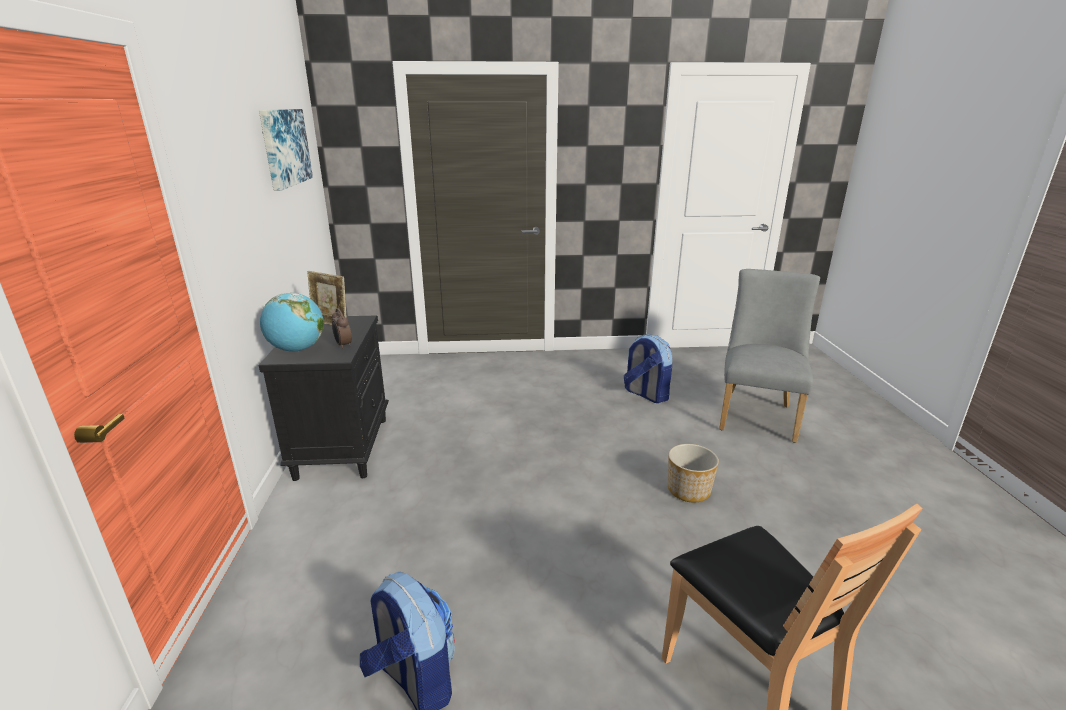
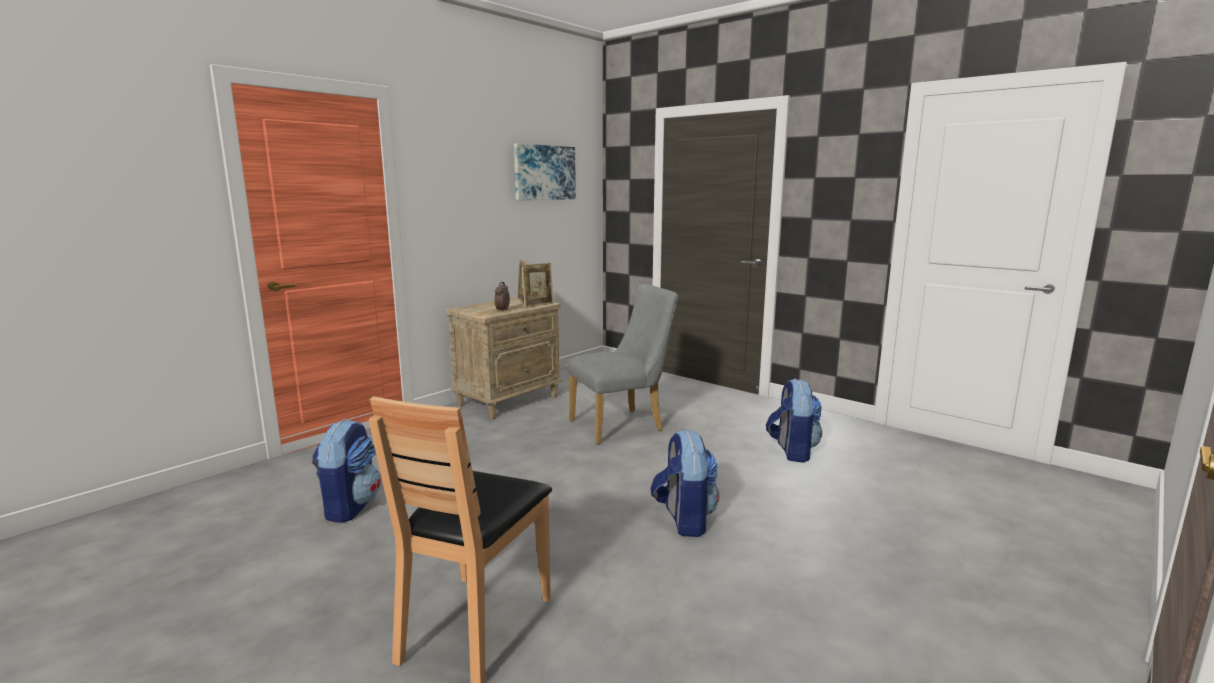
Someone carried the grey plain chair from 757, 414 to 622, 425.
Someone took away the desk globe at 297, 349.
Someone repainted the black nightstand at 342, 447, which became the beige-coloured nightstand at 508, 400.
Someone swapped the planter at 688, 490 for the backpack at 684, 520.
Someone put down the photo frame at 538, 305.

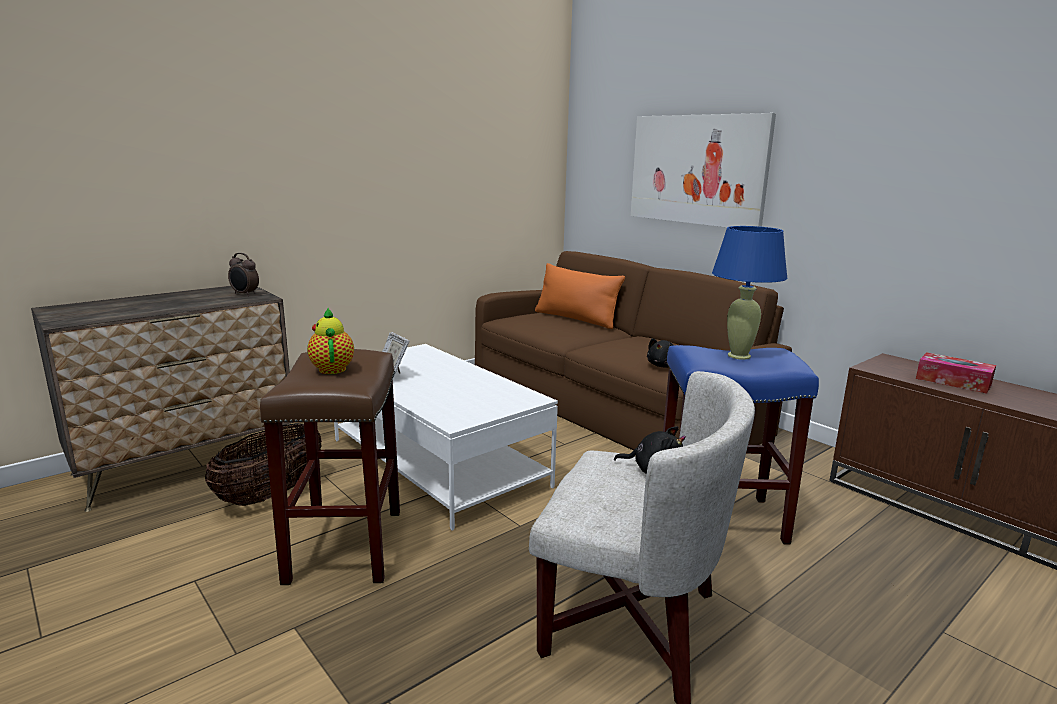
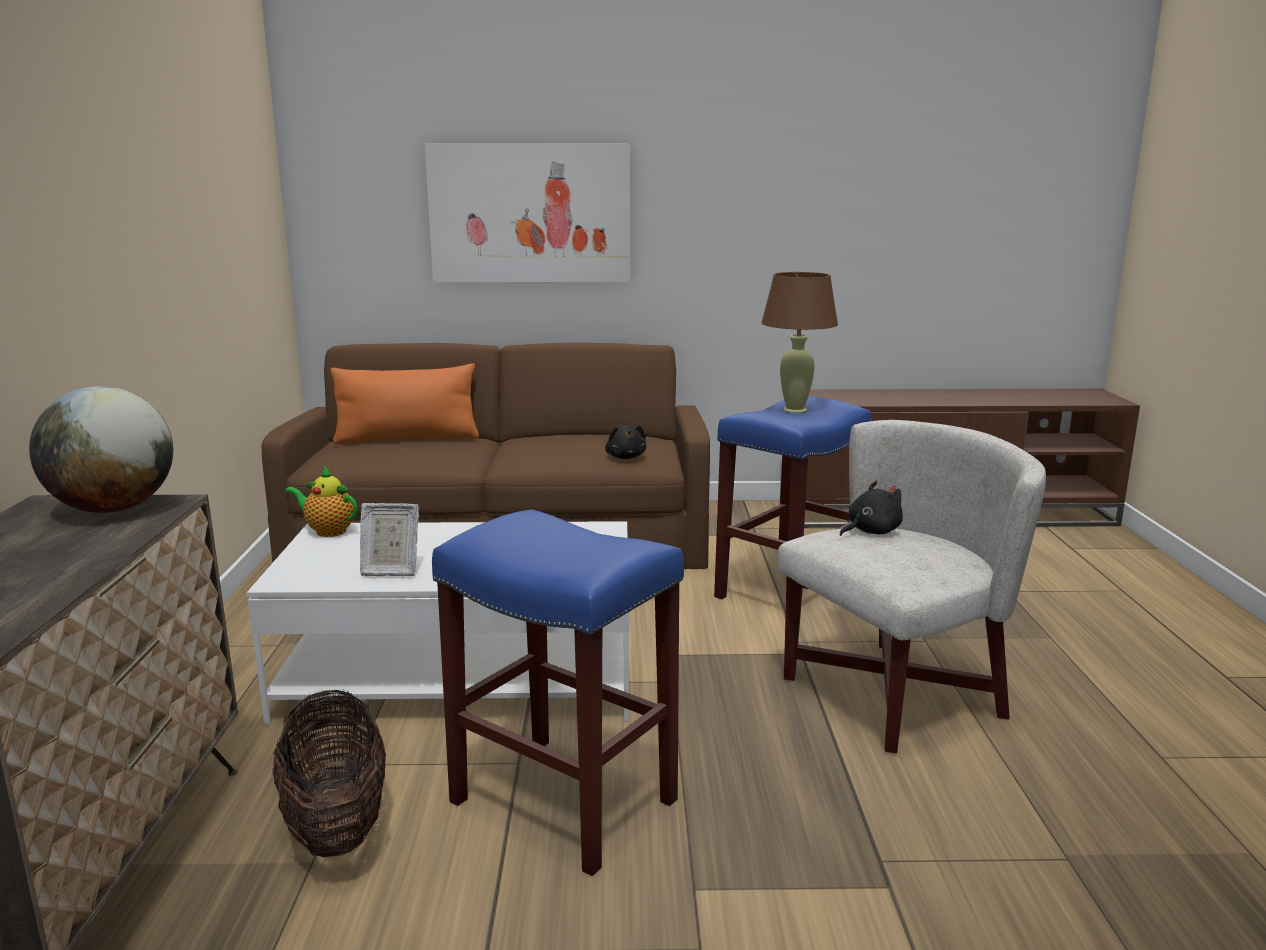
Someone repainted the blue-coloured tabletop lamp at 739, 356, which became the brownish tabletop lamp at 795, 410.
Someone swapped the table clock at 244, 294 for the desk globe at 114, 509.
Someone carried the tea pot from 332, 368 to 328, 531.
Someone repainted the brownish stool seat at 346, 546, which became the blue-coloured stool seat at 567, 801.
Someone took away the tissue box at 953, 381.

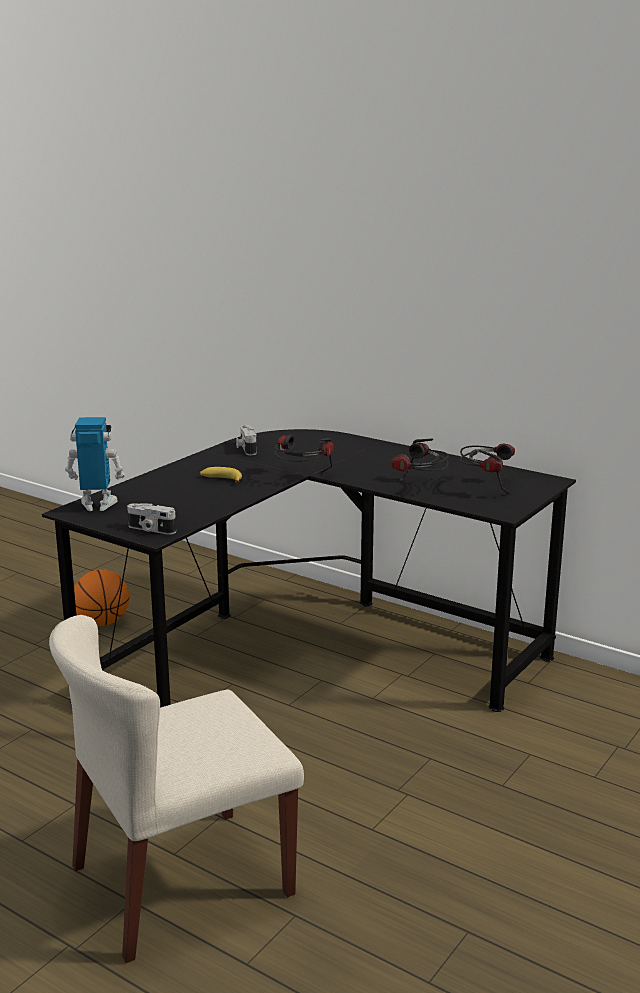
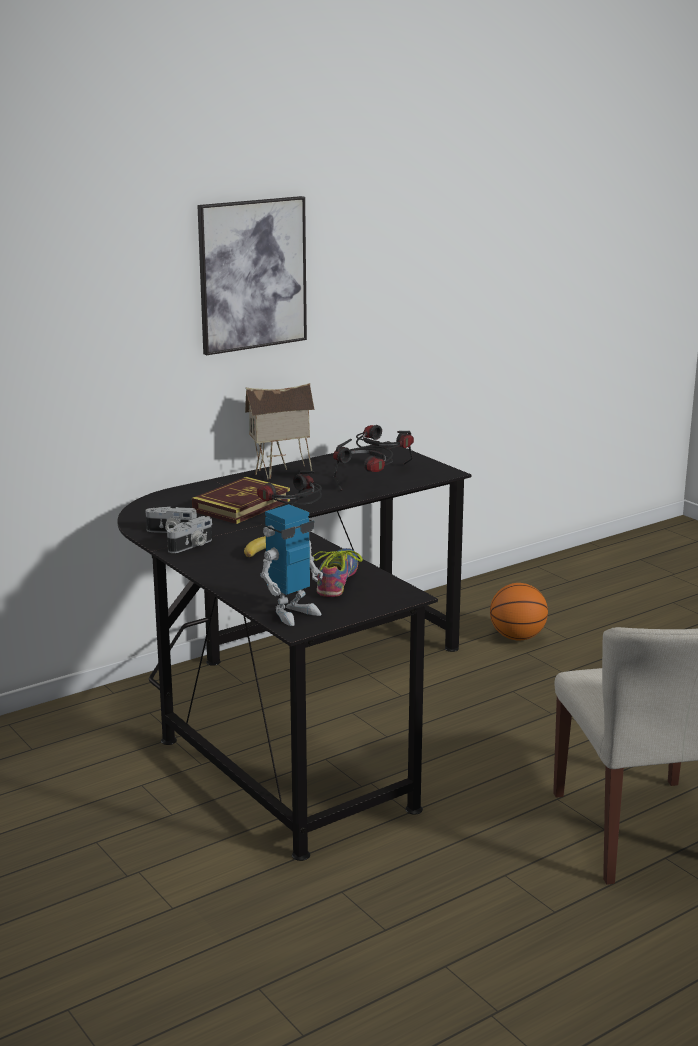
Someone rotated the robot figure at 97, 506 by 150 degrees counterclockwise.
Someone carried the still camera from 150, 530 to 192, 546.
Someone carried the basketball ball from 102, 622 to 517, 637.
Someone put up the wall picture at 252, 274.
Someone put down the miniature house at 281, 473.
Someone put down the bound book at 241, 506.
Someone put down the low shoe at 337, 579.

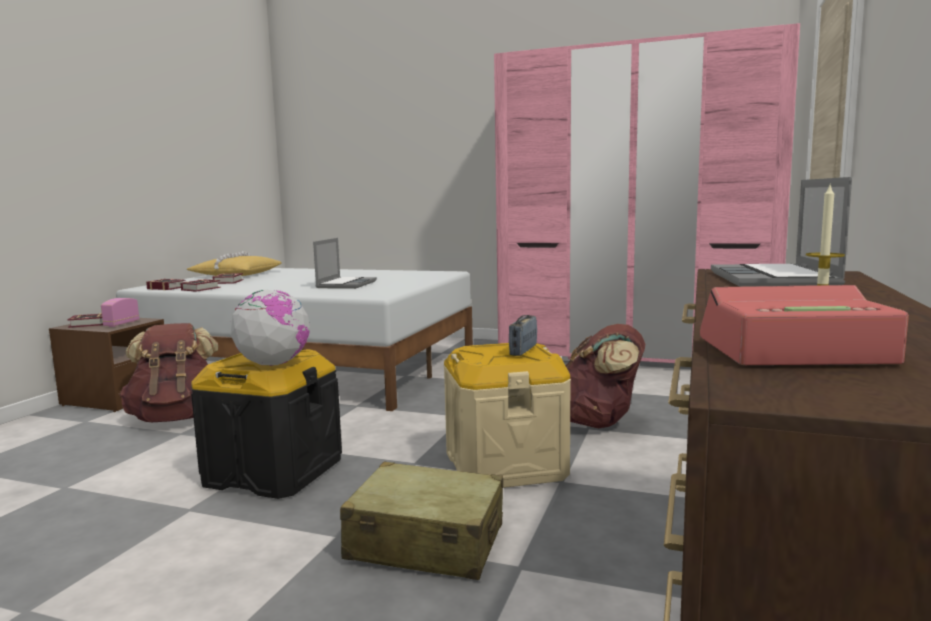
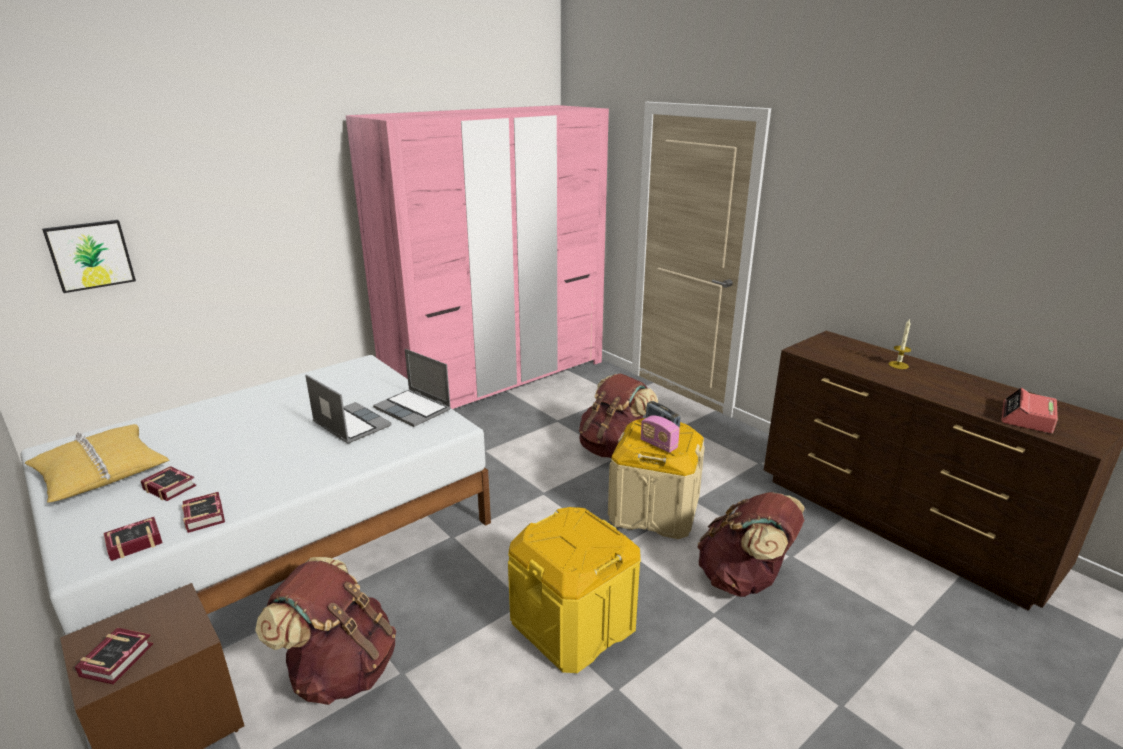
Someone carried the notebook computer from 774, 279 to 414, 409.
Someone took away the desk globe at 273, 364.
Someone carried the radio from 121, 324 to 658, 445.
Someone repainted the black storage box at 273, 472, which became the yellow storage box at 573, 624.
Someone swapped the beige-coloured travel case at 426, 542 for the brownish backpack at 744, 579.
Someone put up the wall picture at 90, 255.

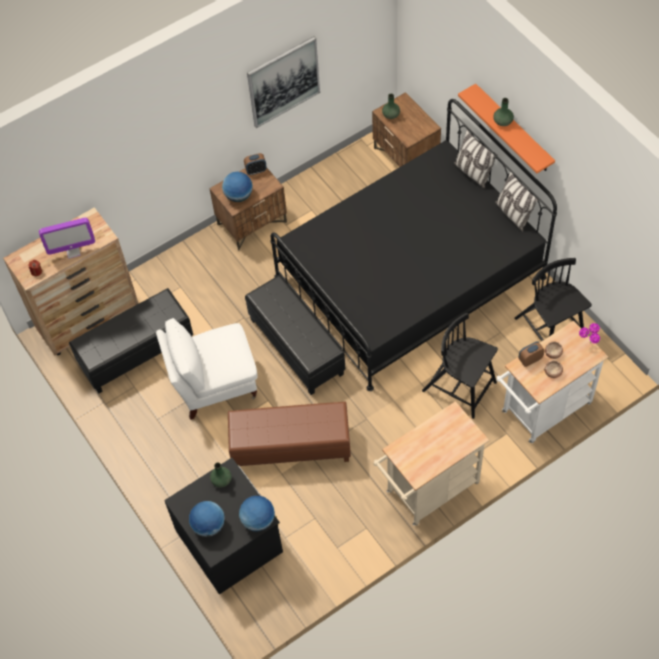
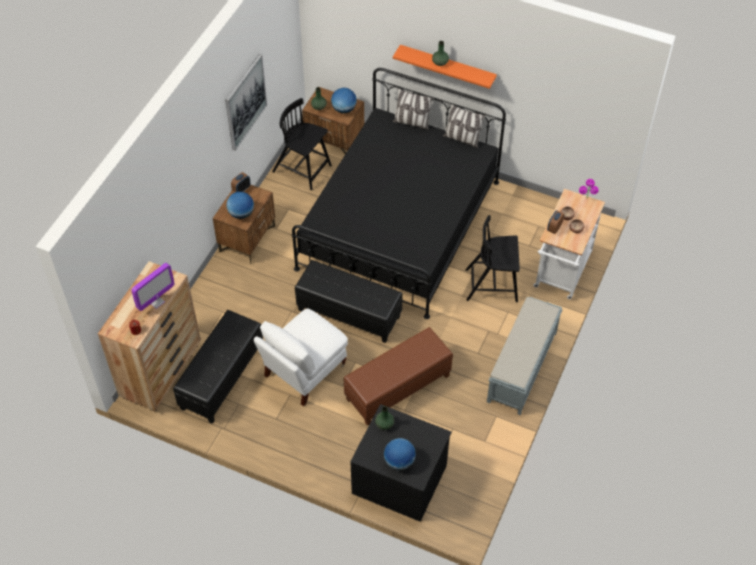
Someone carried the black plain chair from 550, 331 to 303, 169.
Someone swapped the beige-coloured trolley at 428, 491 for the grey long seat at 521, 368.
Someone carried the desk globe from 258, 520 to 344, 109.

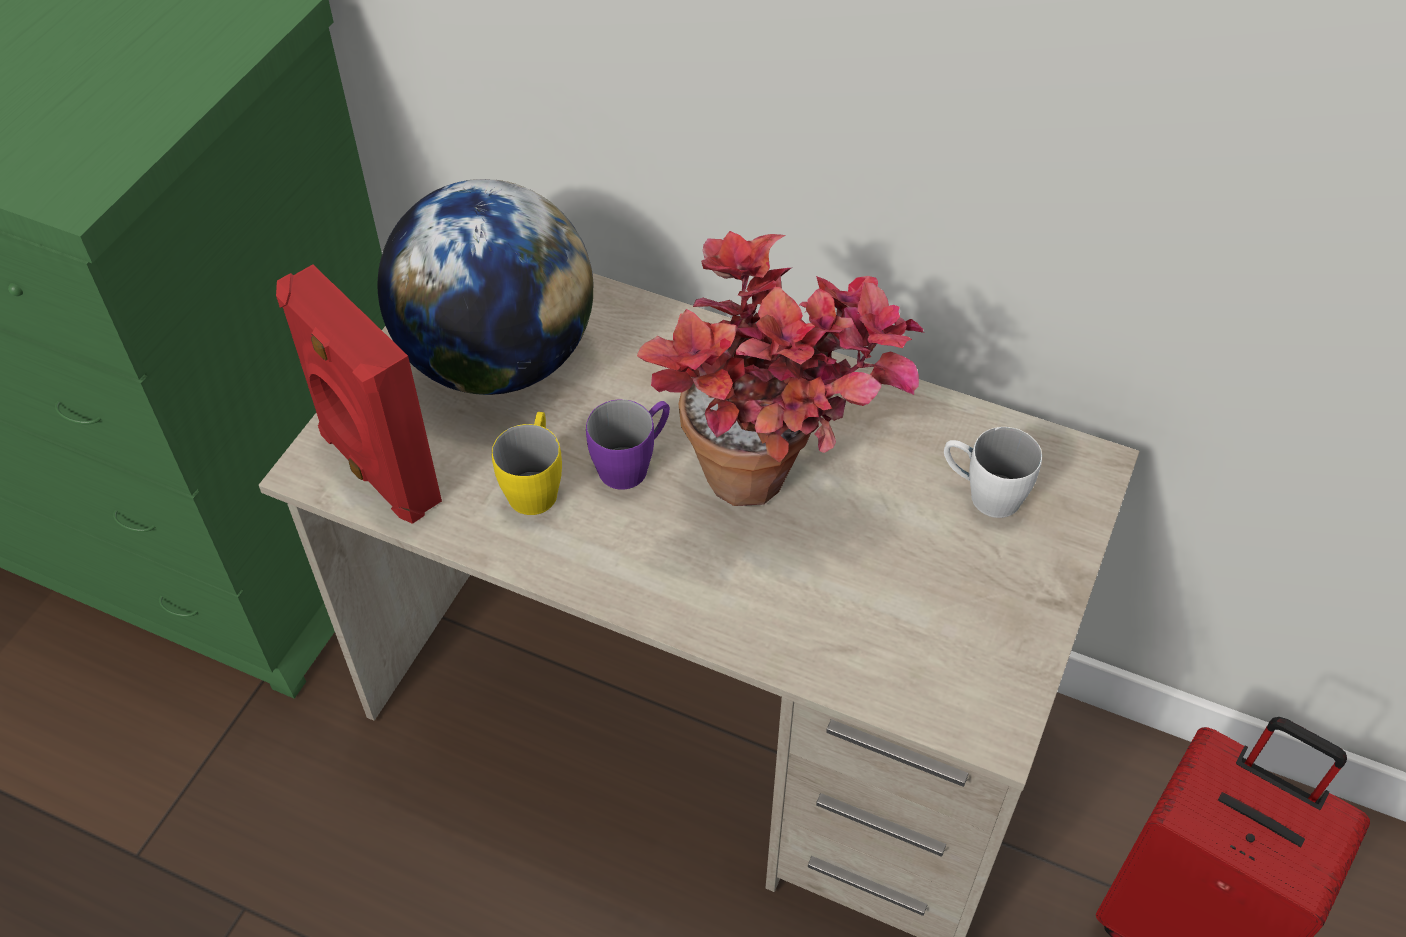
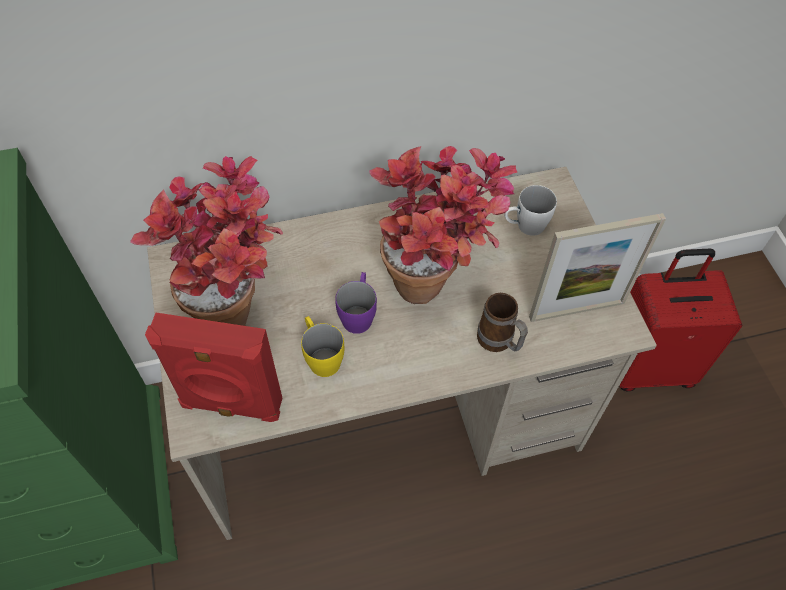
Someone swapped the desk globe at 497, 360 for the potted plant at 238, 305.
Someone put down the photo frame at 576, 310.
Someone put down the tea mug at 499, 343.

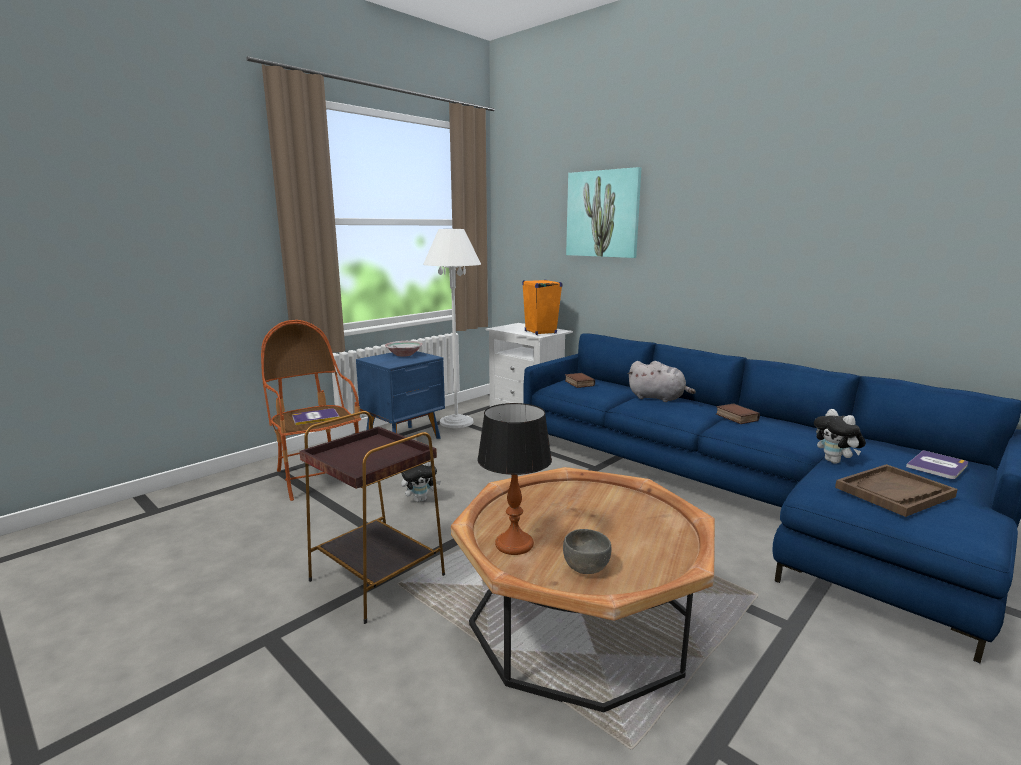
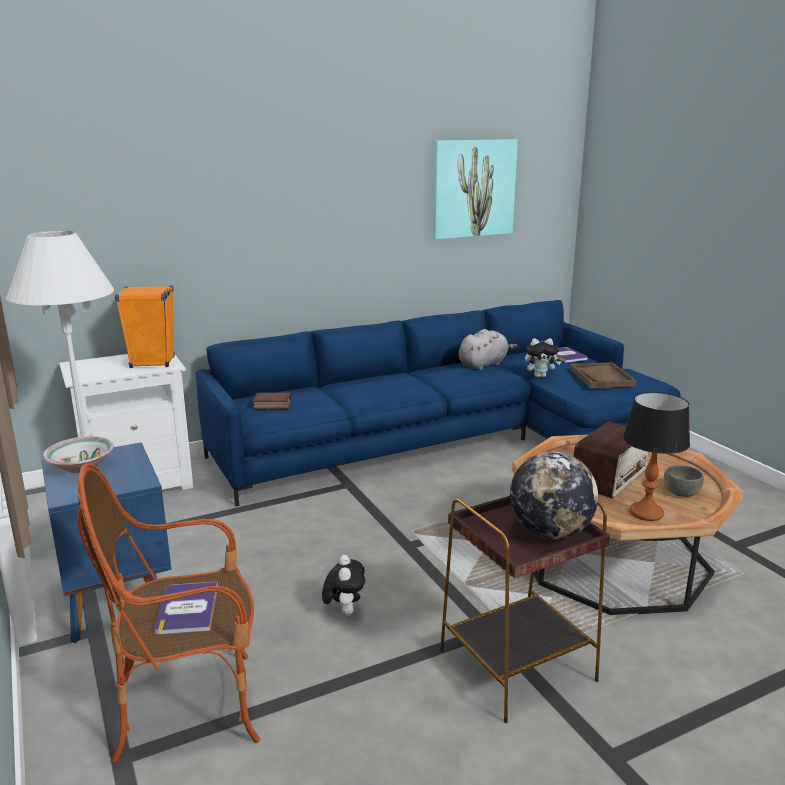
Someone carried the wall picture from 602, 214 to 473, 188.
Someone carried the grey plush toy from 658, 398 to 484, 364.
Someone took away the bound book at 735, 417.
Someone put down the radio at 609, 477.
Someone put down the desk globe at 550, 532.

